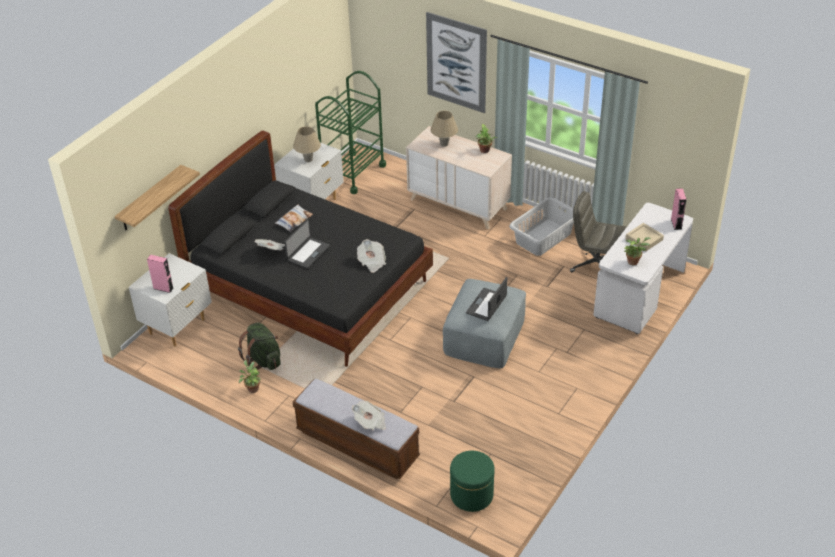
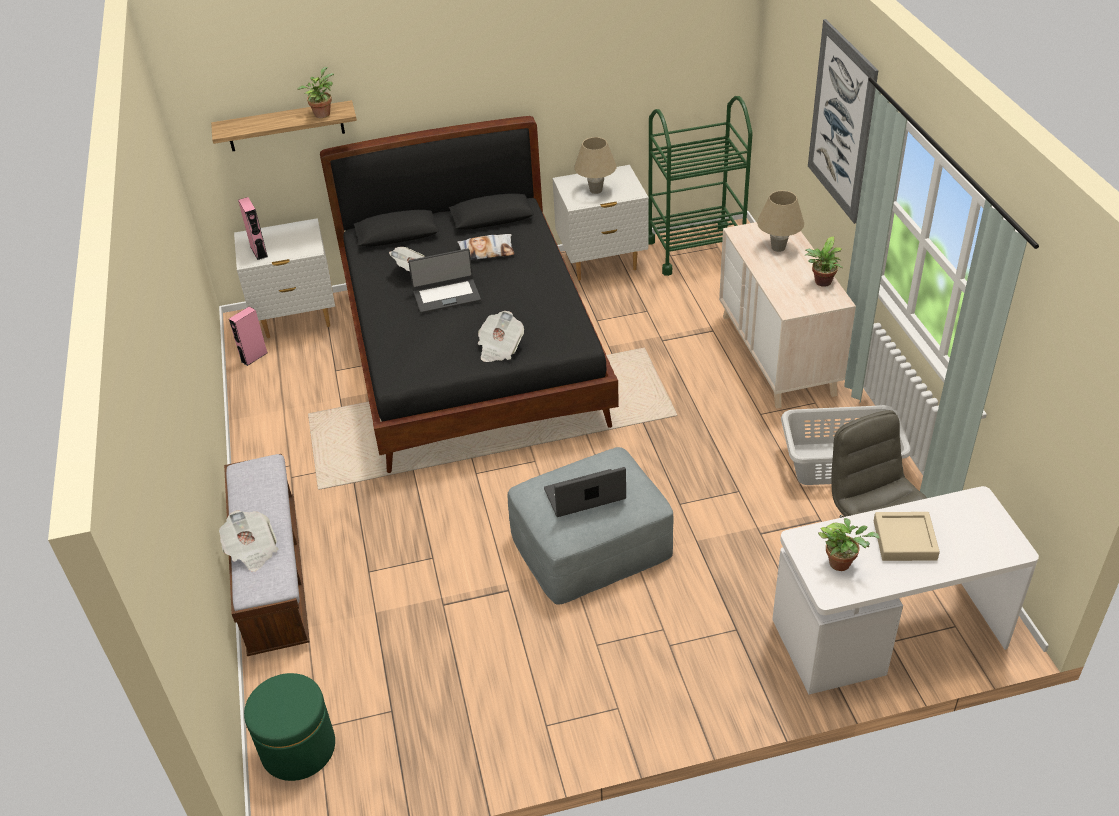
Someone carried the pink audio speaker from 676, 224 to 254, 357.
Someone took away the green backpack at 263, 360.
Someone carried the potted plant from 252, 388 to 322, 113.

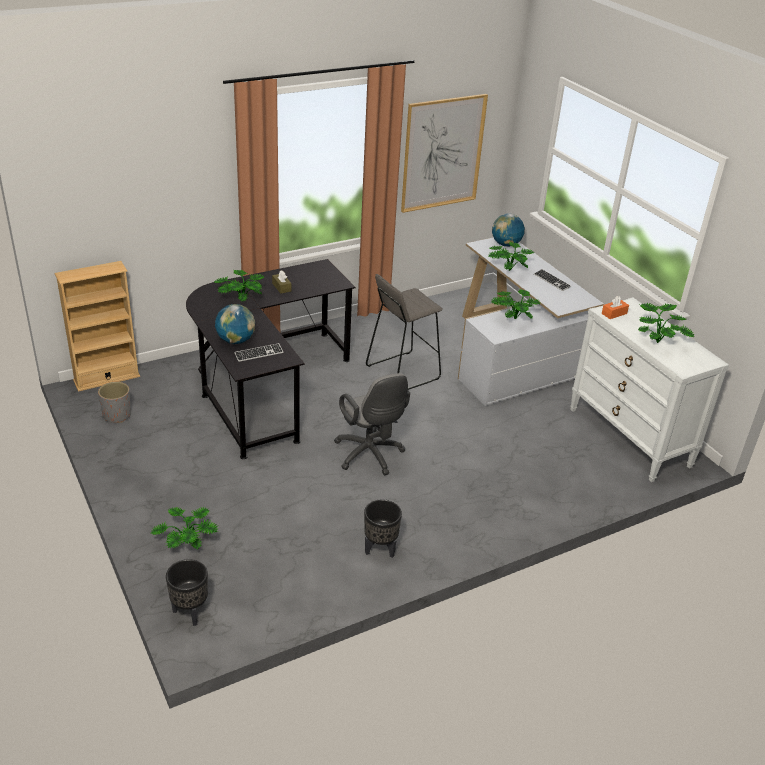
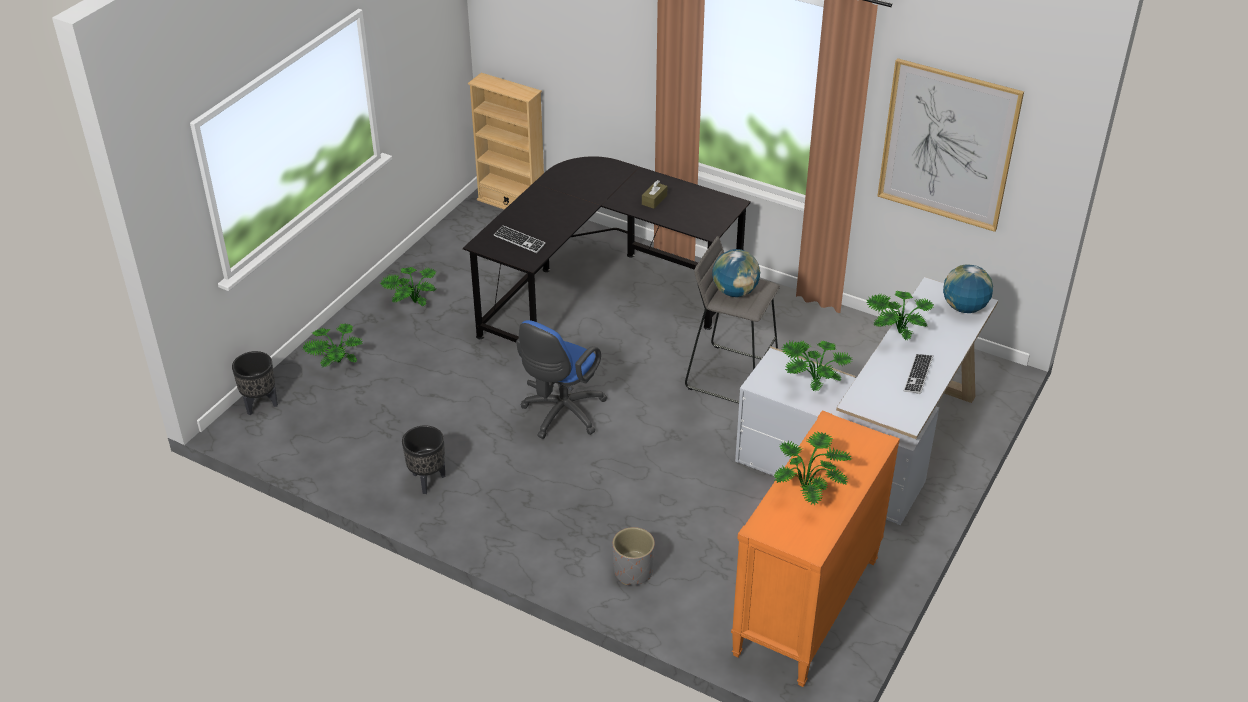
Someone carried the potted plant from 240, 302 to 411, 303.
Someone took away the orangey tissue box at 614, 313.
Someone repainted the white-coloured dresser at 629, 437, which became the orangey dresser at 806, 608.
Someone carried the desk globe from 236, 340 to 735, 292.
Someone repainted the grey desk chair at 370, 456, which became the blue-coloured desk chair at 561, 415.
Someone carried the grey planter from 117, 415 to 633, 571.

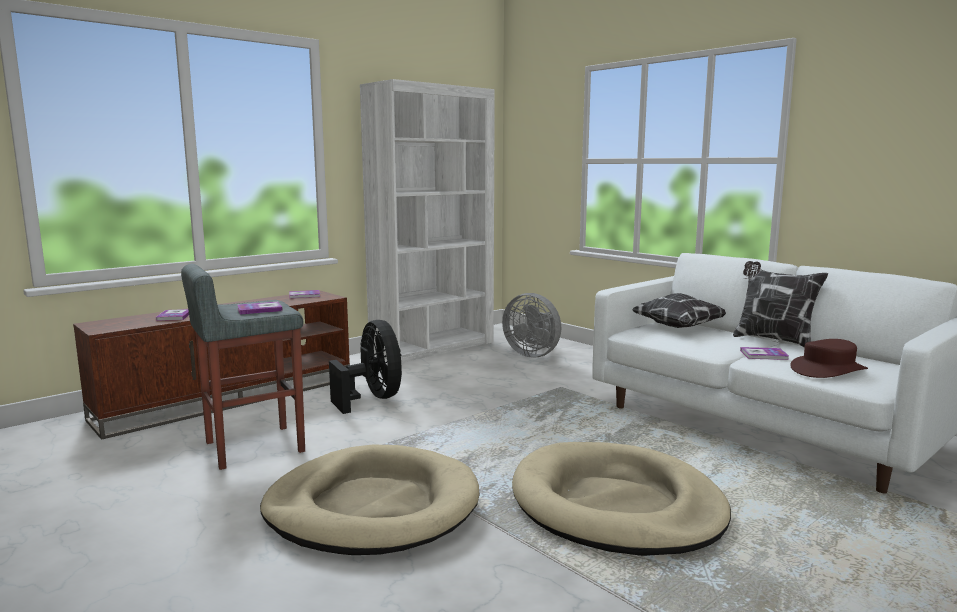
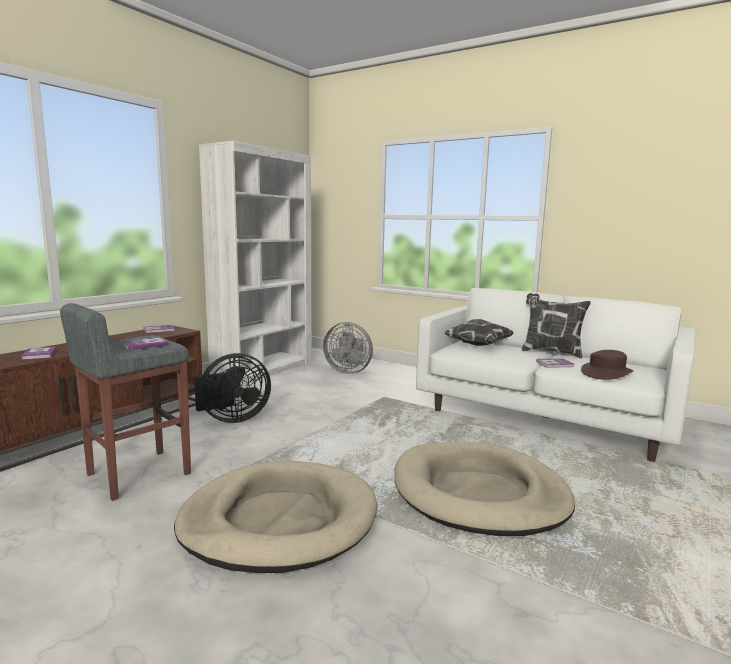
Someone rotated the black electric fan at 372, 399 by 105 degrees clockwise.

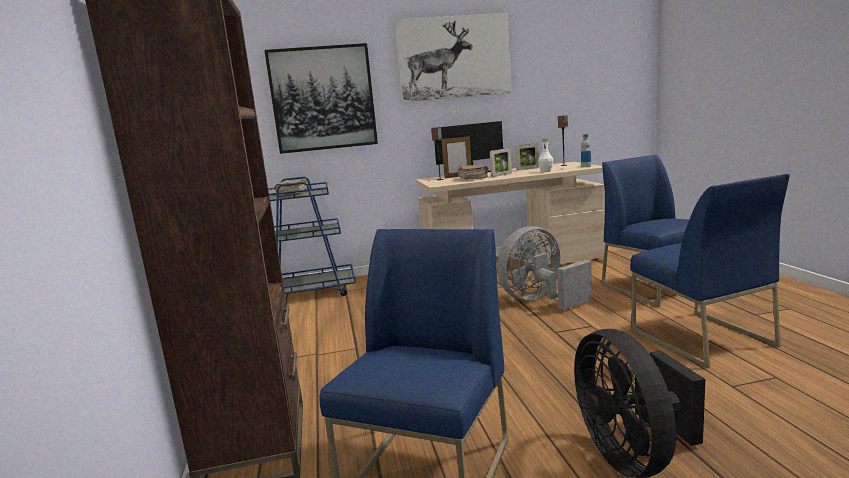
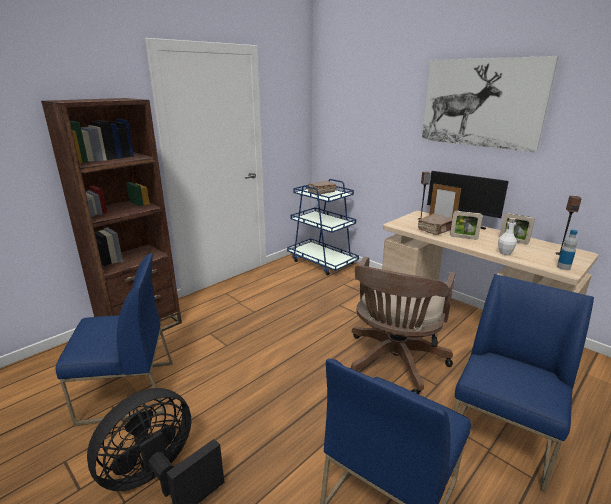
Someone took away the wall picture at 323, 98.
Someone swapped the grey electric fan at 540, 300 for the brownish desk chair at 394, 363.

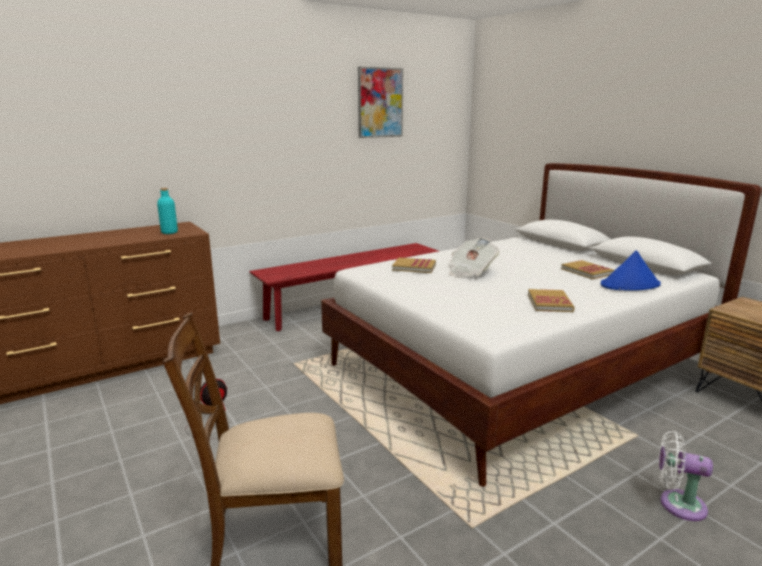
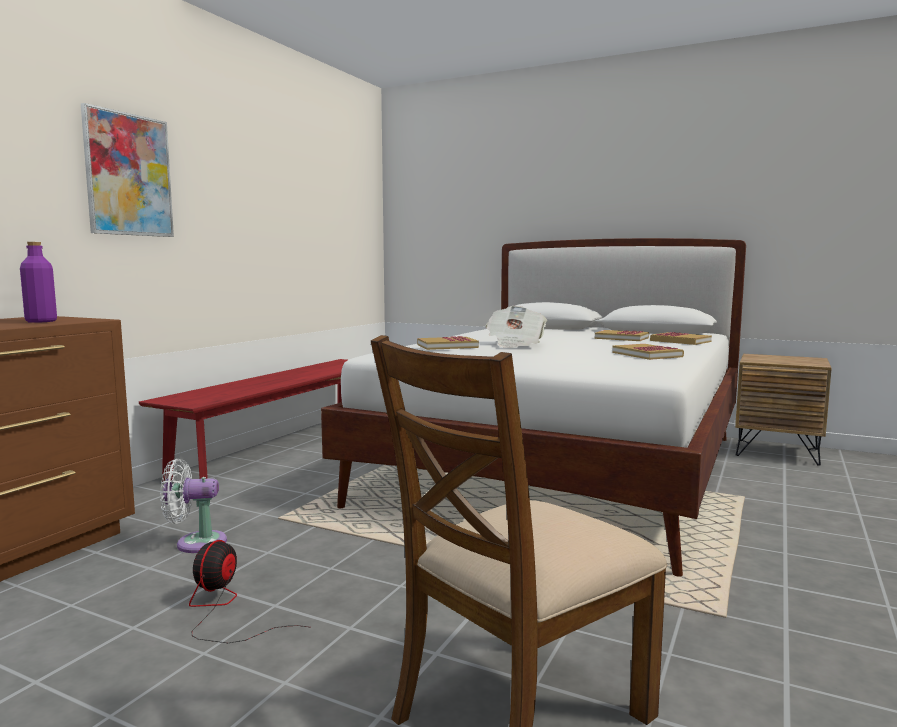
Someone carried the wall picture from 380, 103 to 128, 175.
Someone repainted the turquoise-coloured beverage bottle at 169, 232, which became the purple-coloured beverage bottle at 41, 321.
Someone swapped the blue-coloured wearable hat at 630, 285 for the bound book at 680, 341.
Someone carried the white-coloured electric fan from 677, 504 to 196, 543.

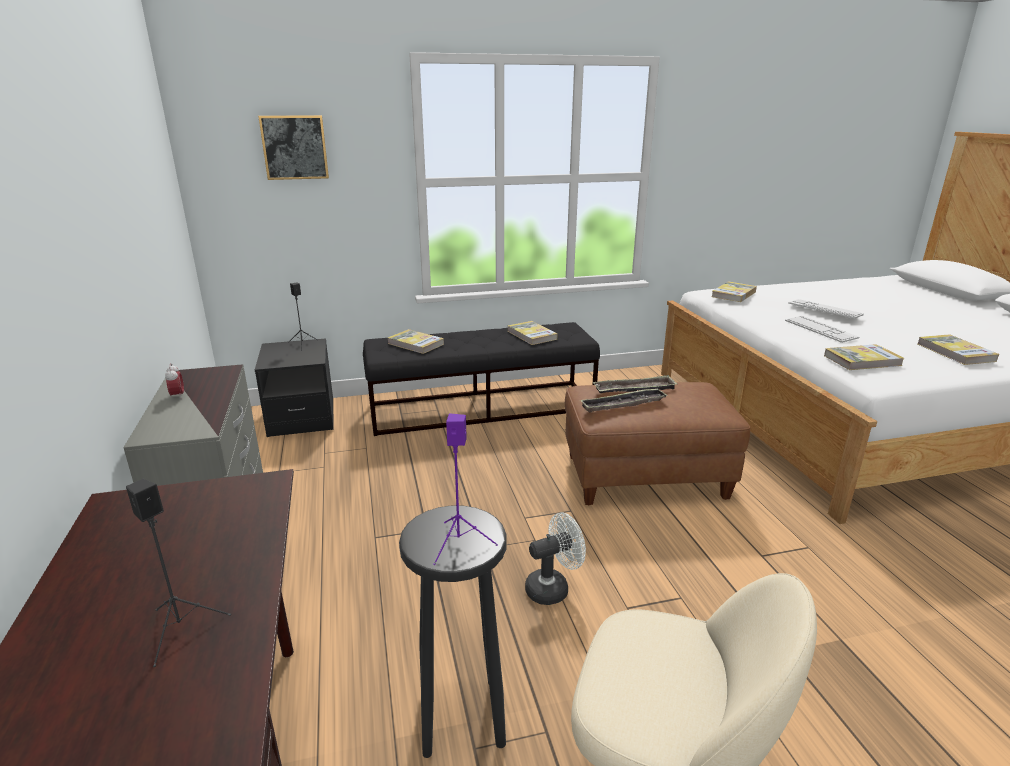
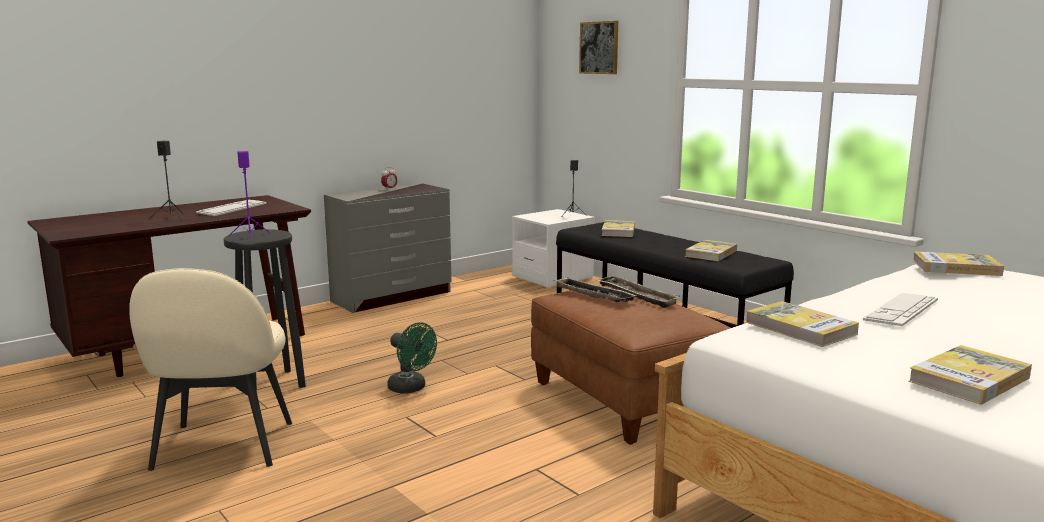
Someone carried the keyboard from 824, 309 to 232, 208.
Someone repainted the black nightstand at 302, 418, which became the white-coloured nightstand at 553, 277.
Someone repainted the white-coloured electric fan at 553, 588, which became the green electric fan at 411, 388.

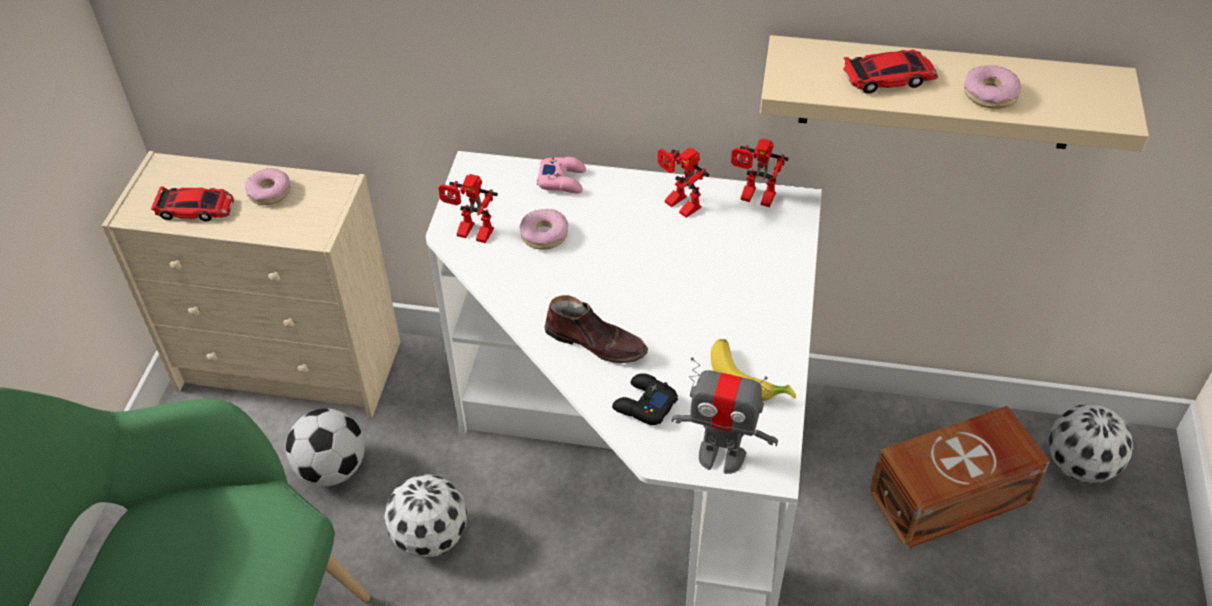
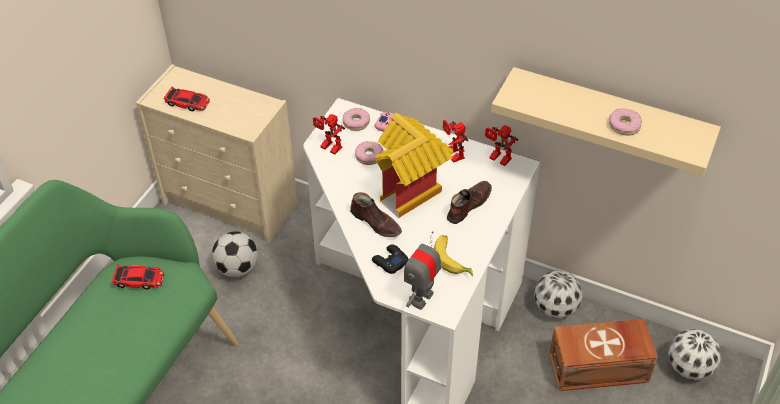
Someone carried the toy car from 889, 77 to 139, 279.
Someone carried the doughnut from 269, 192 to 356, 122.
Someone rotated the robot figure at 721, 456 by 90 degrees clockwise.
Someone carried the football ball from 431, 536 to 555, 307.
Someone put down the miniature house at 411, 191.
Someone put down the brownish low shoe at 468, 205.

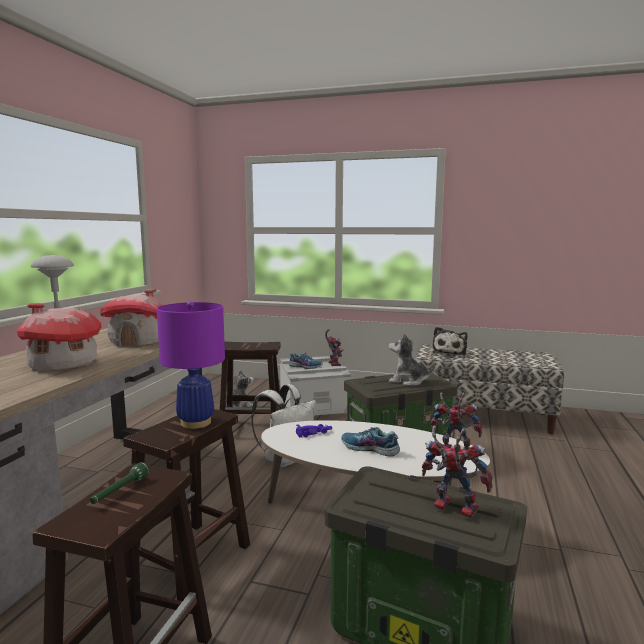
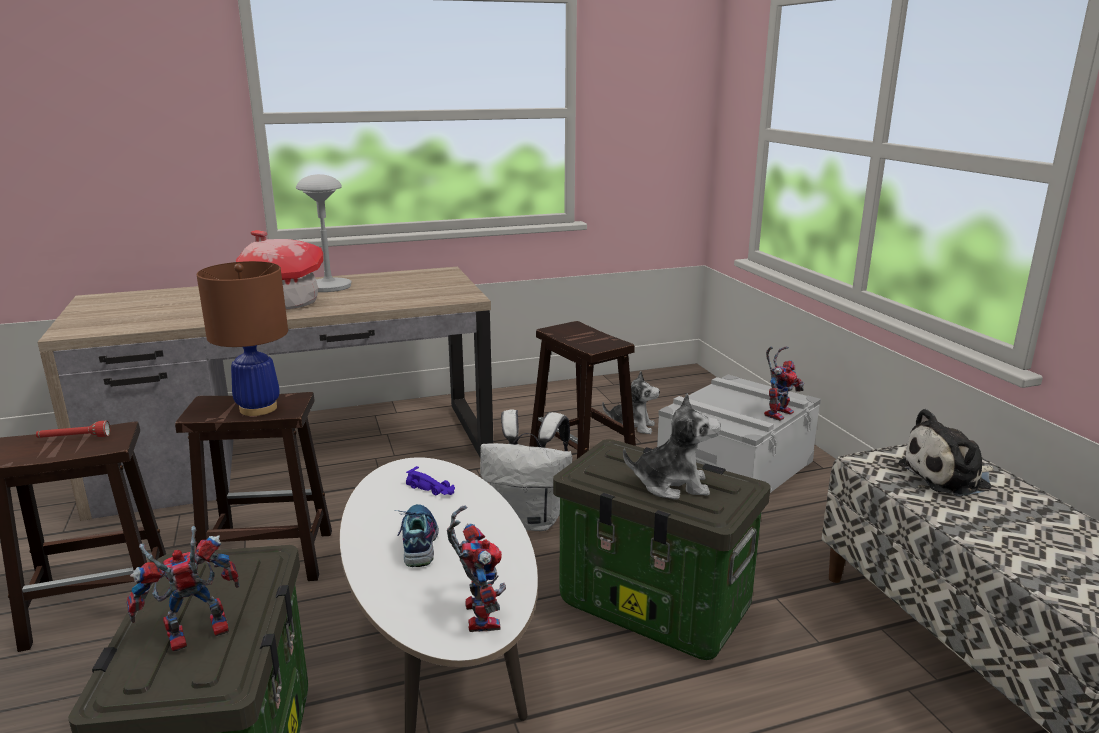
Someone took away the miniature house at 138, 341.
Someone repainted the purple-coloured tabletop lamp at 196, 422, which became the brownish tabletop lamp at 258, 408.
Someone rotated the plush toy at 408, 381 by 105 degrees clockwise.
Someone took away the low shoe at 305, 366.
Someone rotated the robot figure at 451, 508 by 120 degrees counterclockwise.
Someone repainted the green flashlight at 119, 492, which became the reddish flashlight at 74, 438.

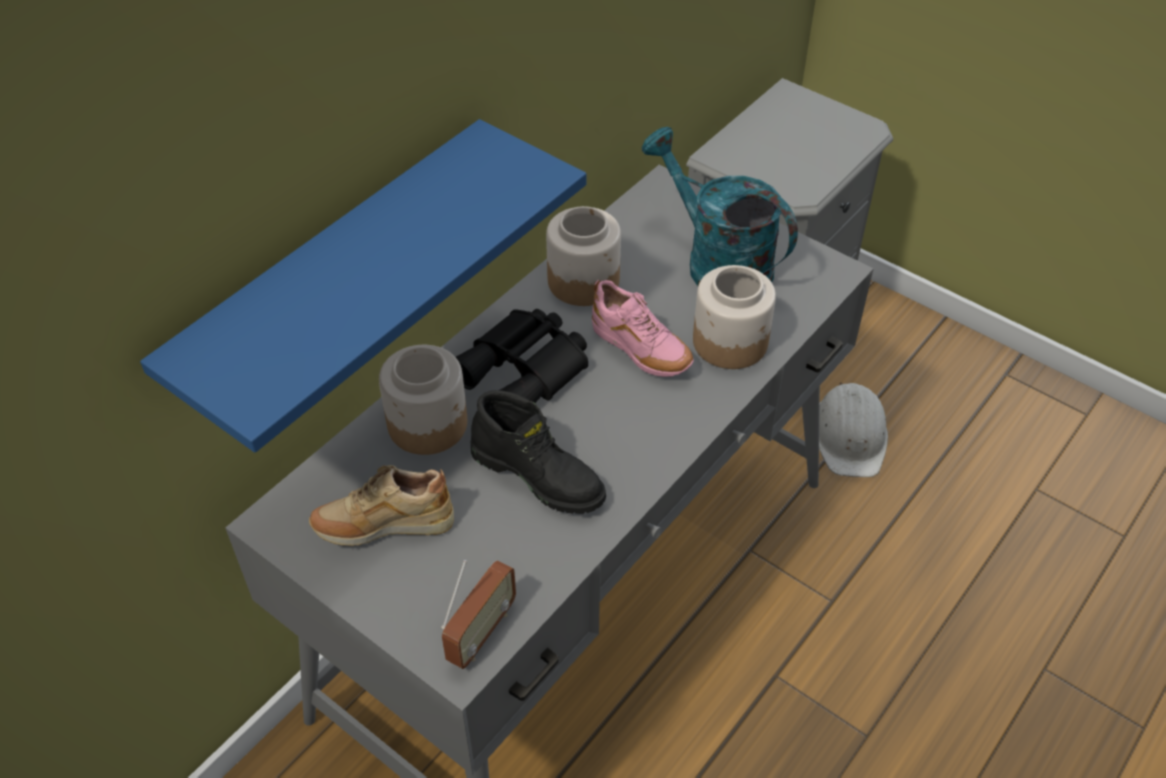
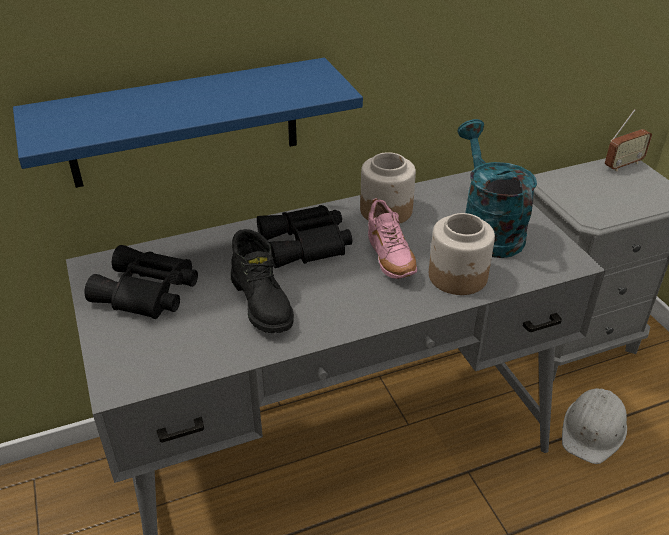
Someone took away the preserve jar at 428, 424.
Someone swapped the beige-coloured low shoe at 384, 526 for the black pair of binoculars at 147, 293.
Someone carried the radio from 481, 633 to 623, 165.

